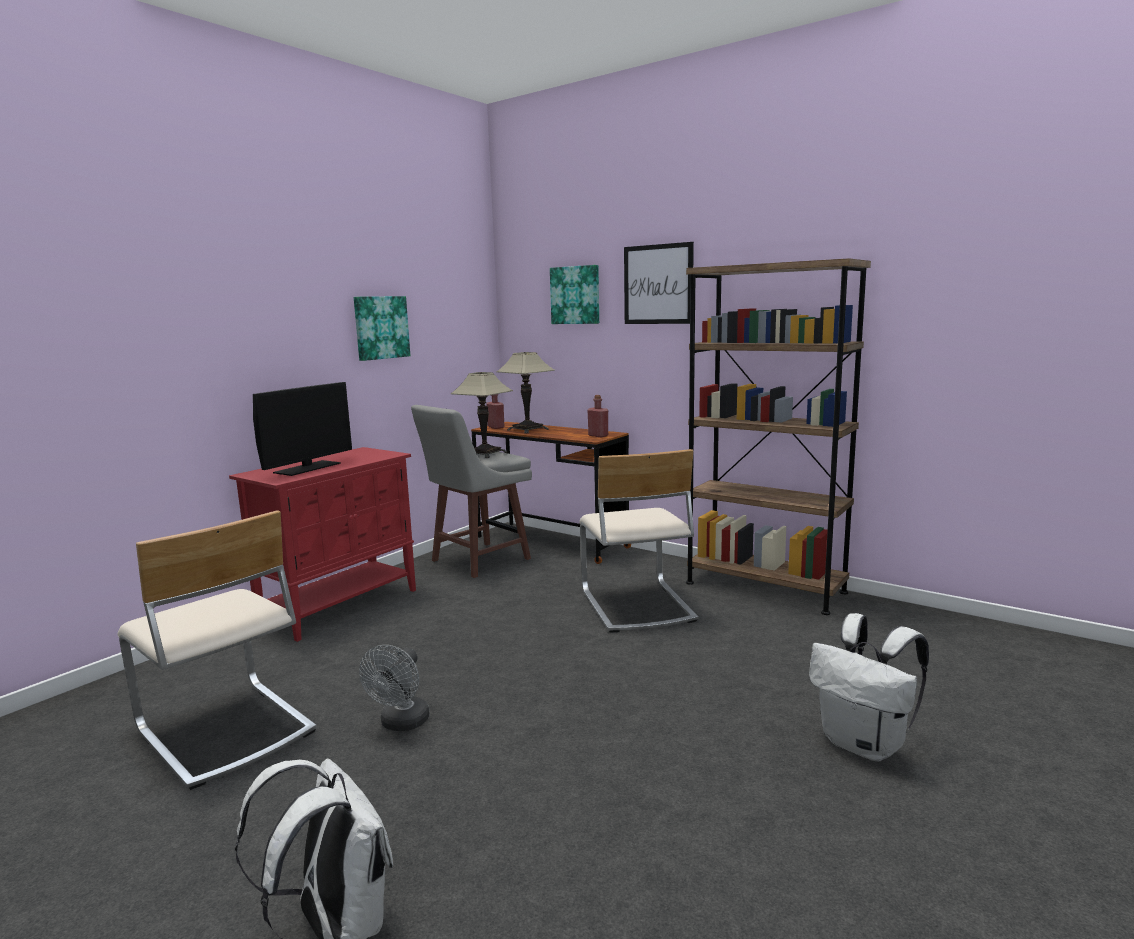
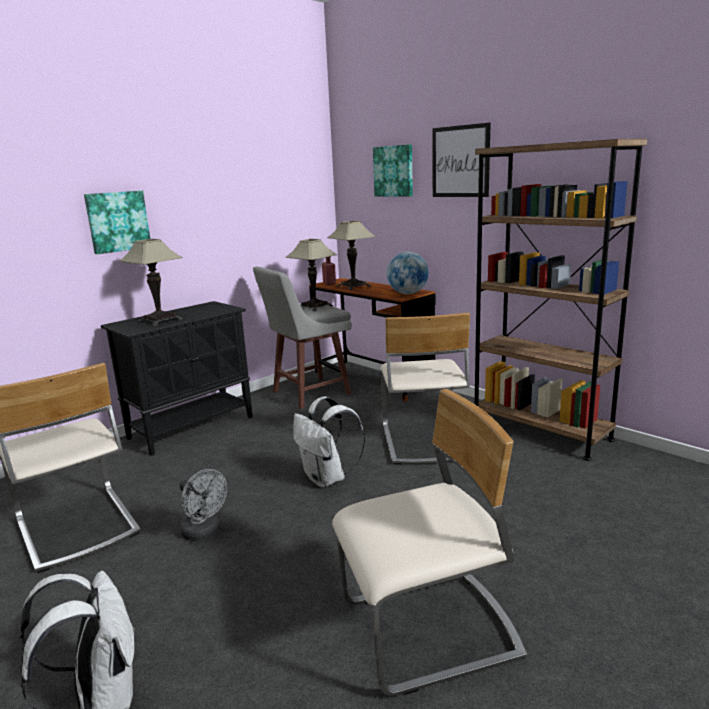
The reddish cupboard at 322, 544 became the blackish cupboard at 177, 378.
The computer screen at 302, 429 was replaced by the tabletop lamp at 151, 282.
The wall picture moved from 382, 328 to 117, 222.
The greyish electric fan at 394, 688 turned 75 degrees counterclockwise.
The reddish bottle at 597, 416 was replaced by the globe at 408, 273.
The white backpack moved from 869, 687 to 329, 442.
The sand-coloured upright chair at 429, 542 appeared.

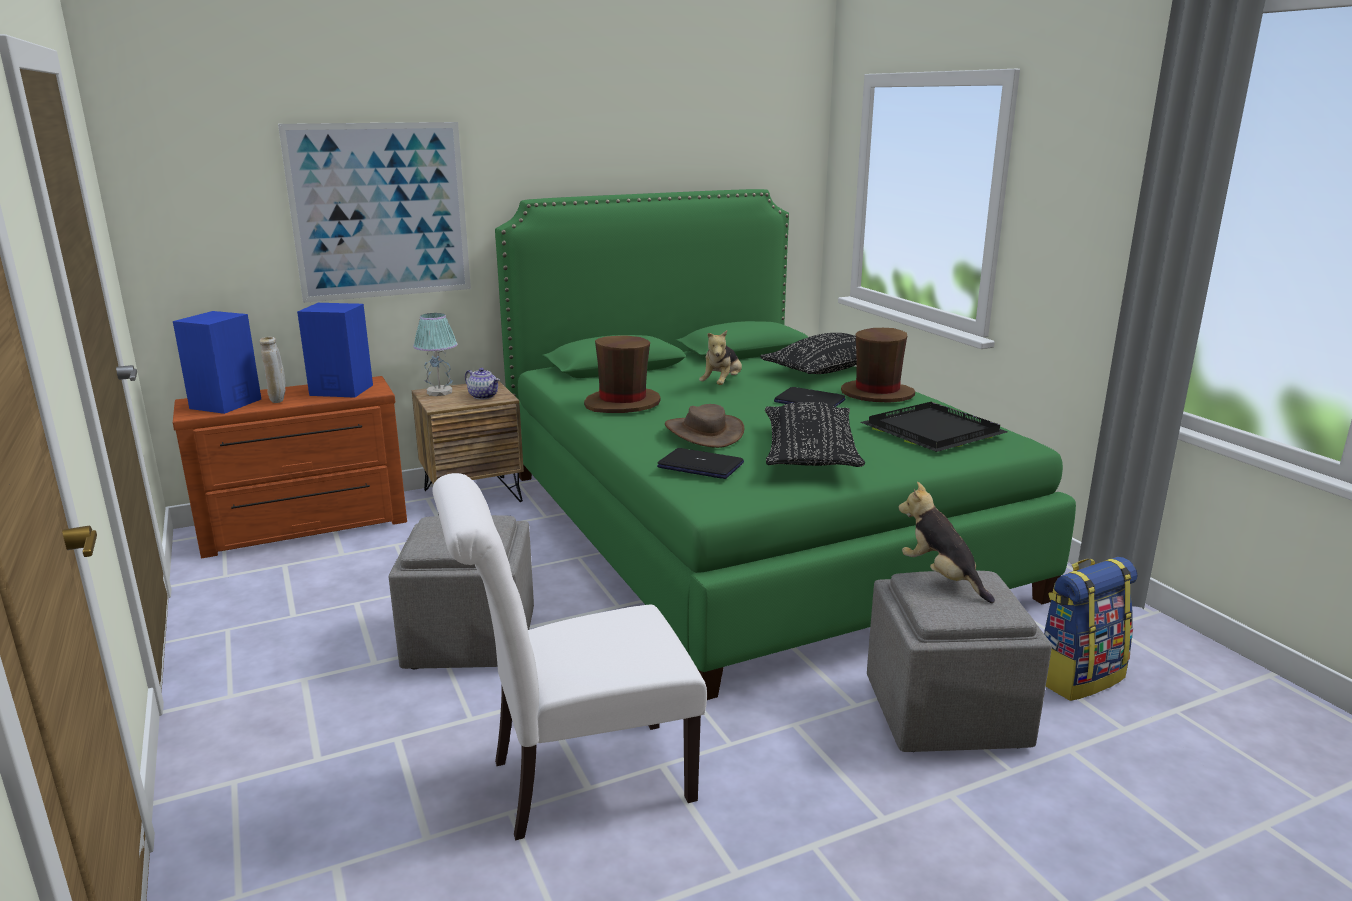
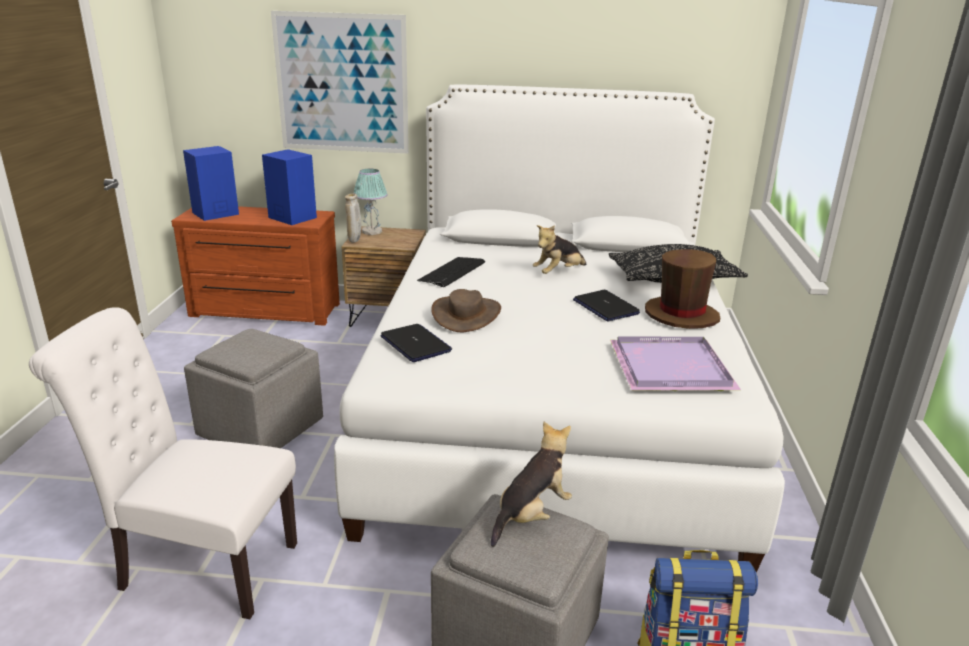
The sand-coloured decorative vase moved from 272, 370 to 353, 218.
The pot for tea at 482, 383 disappeared.
The green-coloured bedroom bed at 785, 444 became the white bedroom bed at 559, 329.
The brown-coloured wearable hat at 622, 374 was replaced by the PC keyboard at 451, 272.
The blackish throw pillow at 815, 434 disappeared.
The blackish serving tray at 934, 427 became the purplish serving tray at 675, 364.
The plush toy at 947, 542 turned 45 degrees clockwise.

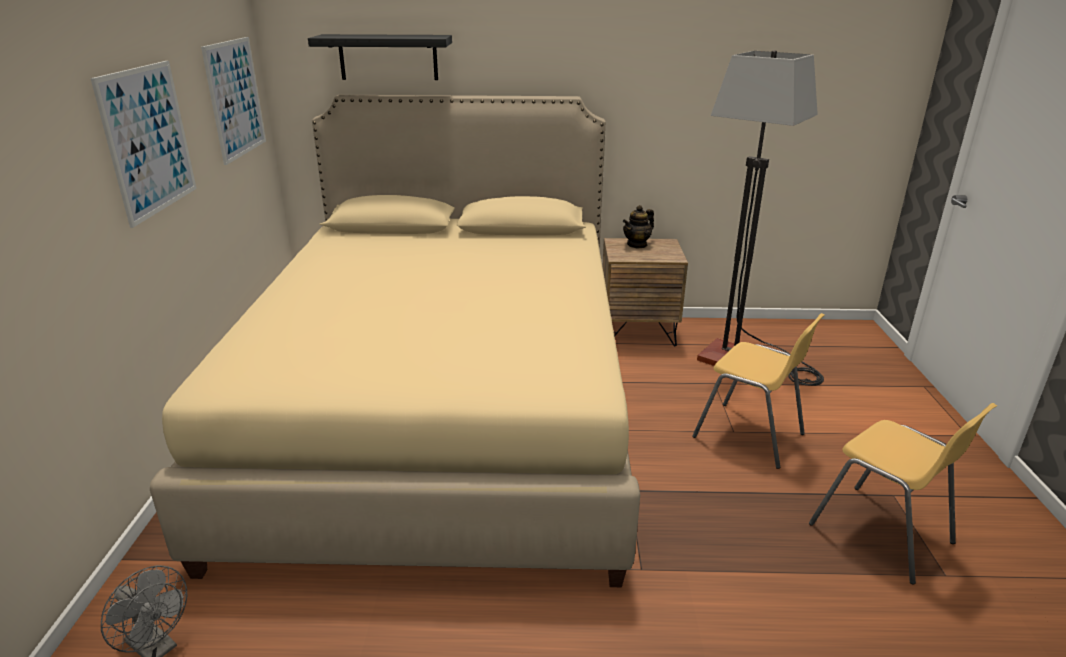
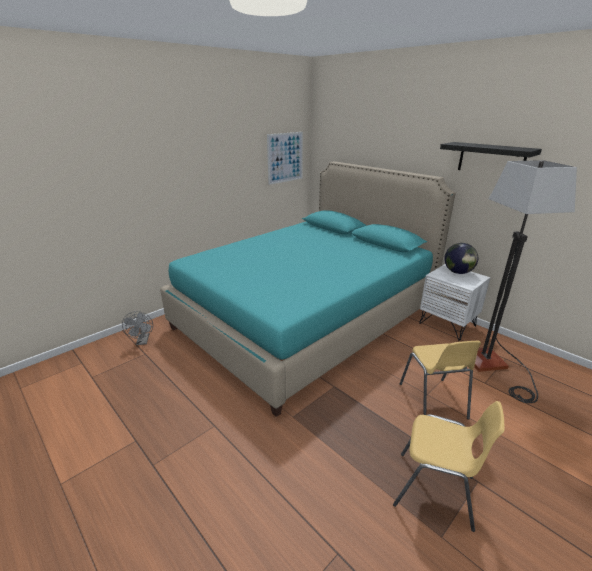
The wall picture at 143, 144 disappeared.
The sand-coloured bedroom bed at 395, 341 became the turquoise-coloured bedroom bed at 308, 289.
The blackish wall shelf moved from 380, 57 to 491, 156.
The brown-coloured night table at 645, 292 became the white night table at 454, 302.
The pot for tea at 638, 227 was replaced by the globe at 461, 258.
The yellow-coloured upright chair at 903, 494 turned 75 degrees counterclockwise.

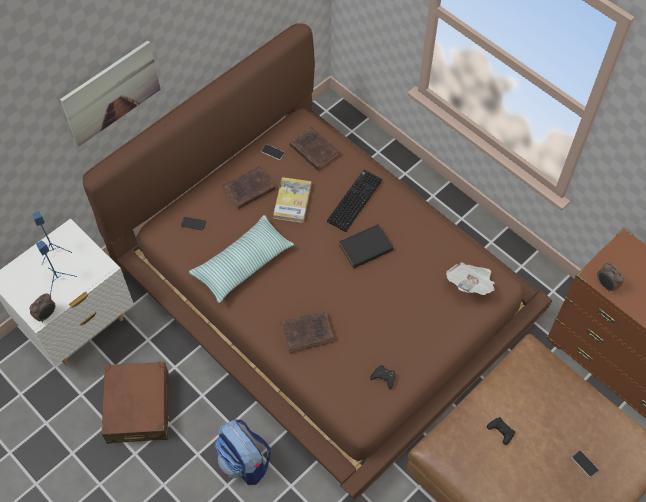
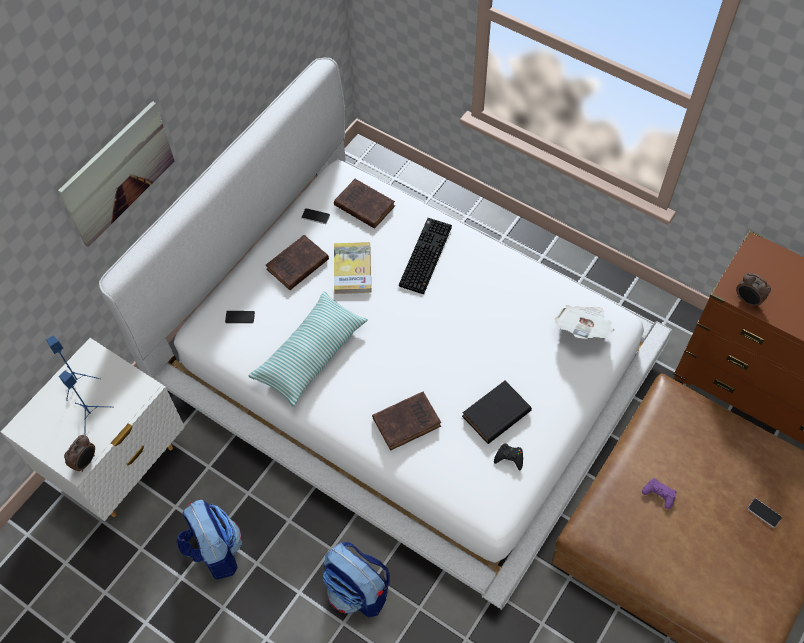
The brown-coloured bedroom bed at 317, 261 became the white bedroom bed at 386, 334.
The brown-coloured travel case at 135, 403 was replaced by the backpack at 209, 540.
The blackish volume moved from 366, 246 to 497, 412.
The blackish gamepad at 501, 431 became the purplish gamepad at 659, 493.

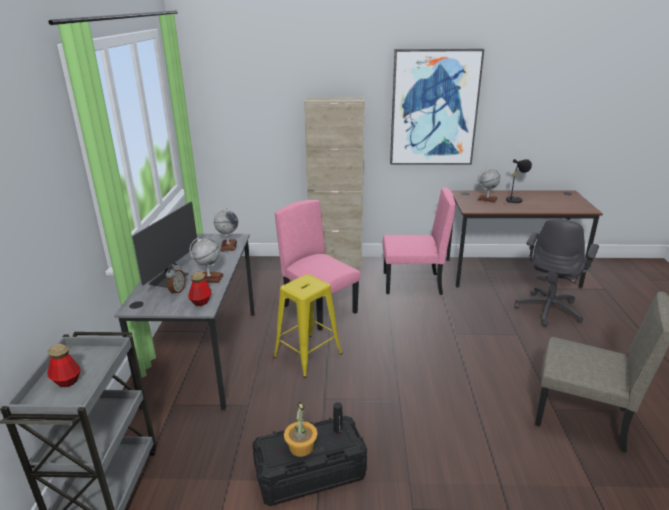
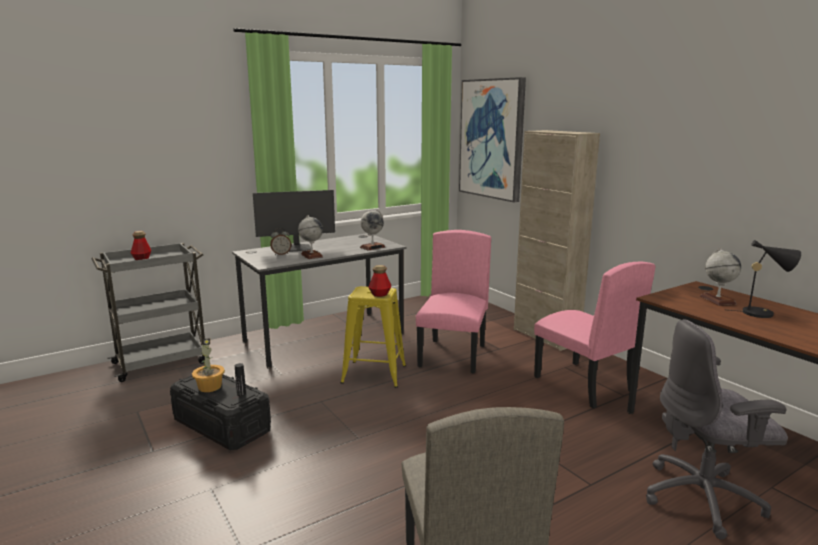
The bottle moved from 200, 289 to 380, 281.
The wall picture moved from 437, 107 to 492, 139.

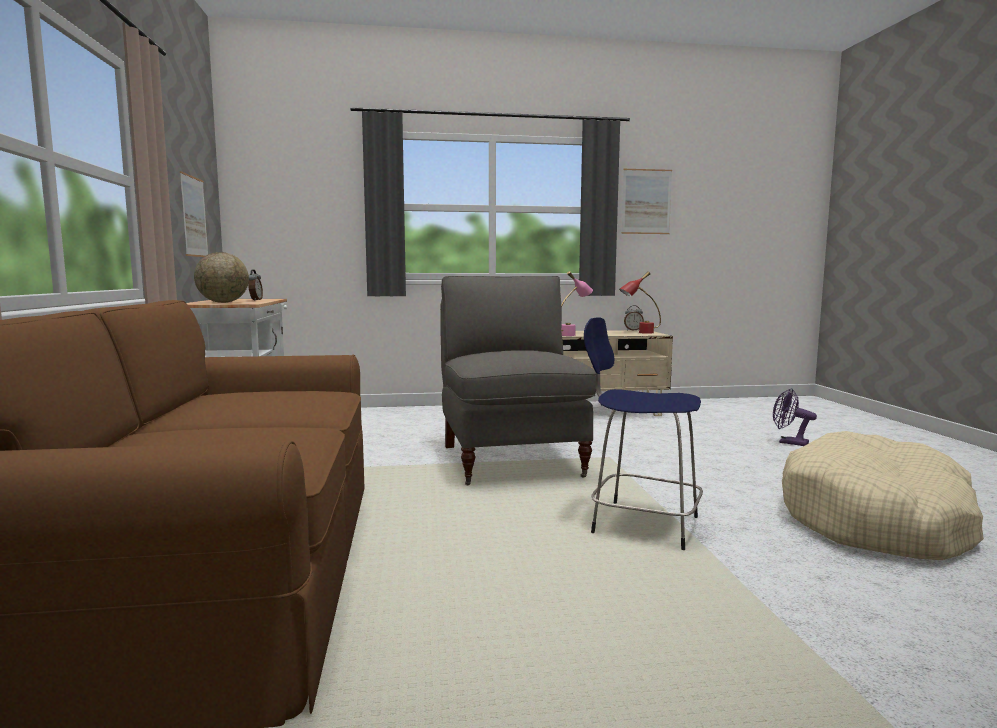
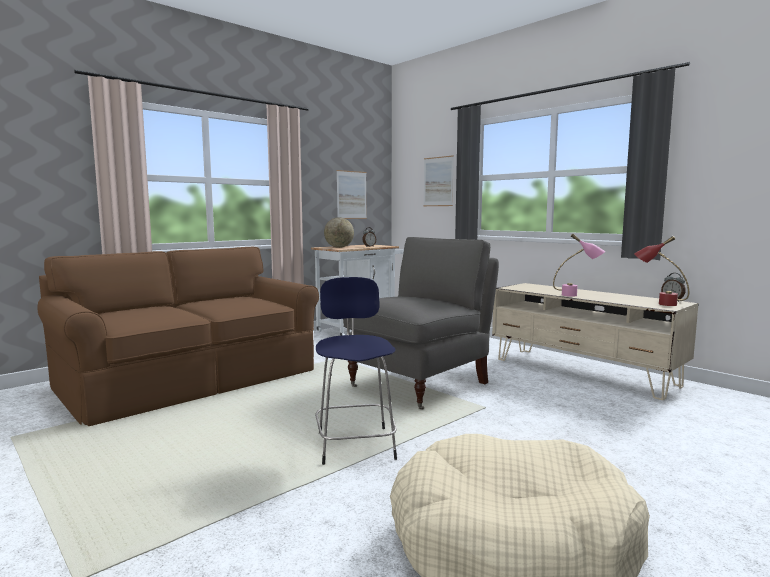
The wall picture moved from 646, 201 to 438, 180.
The purplish electric fan at 795, 417 disappeared.

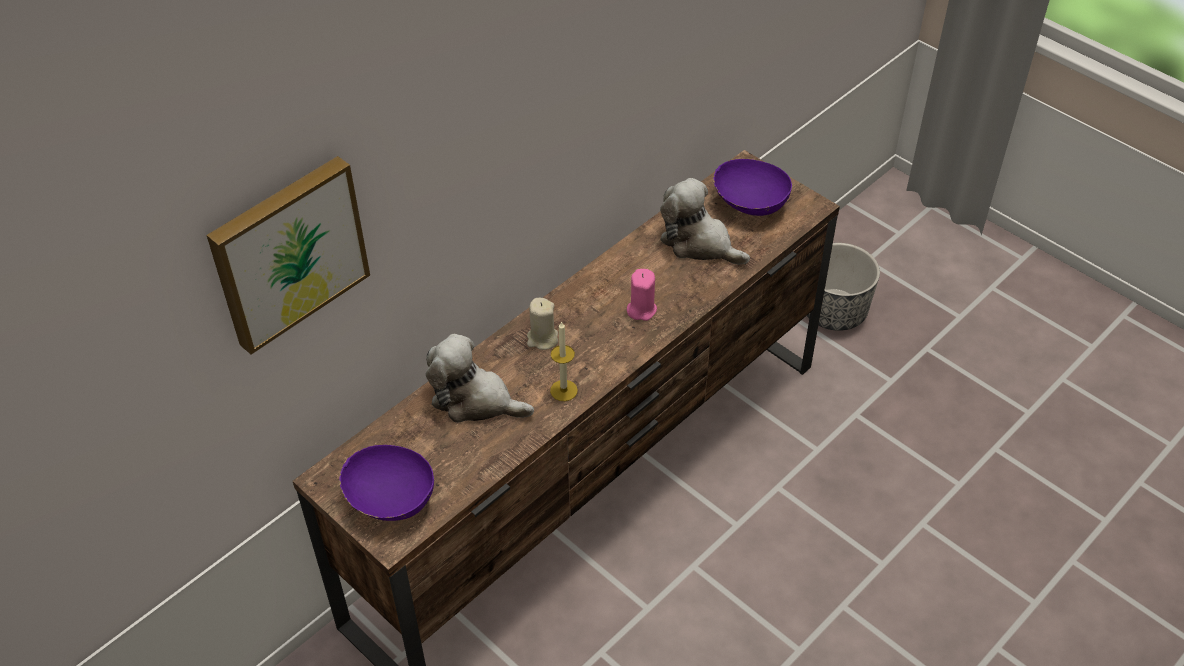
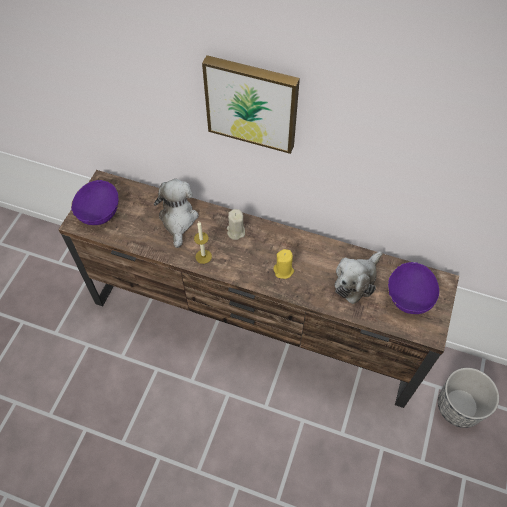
The wall picture moved from 288, 255 to 251, 104.
The pink-coloured wax candle at 642, 295 became the yellow-coloured wax candle at 284, 264.
The plush toy at 705, 221 turned 150 degrees counterclockwise.

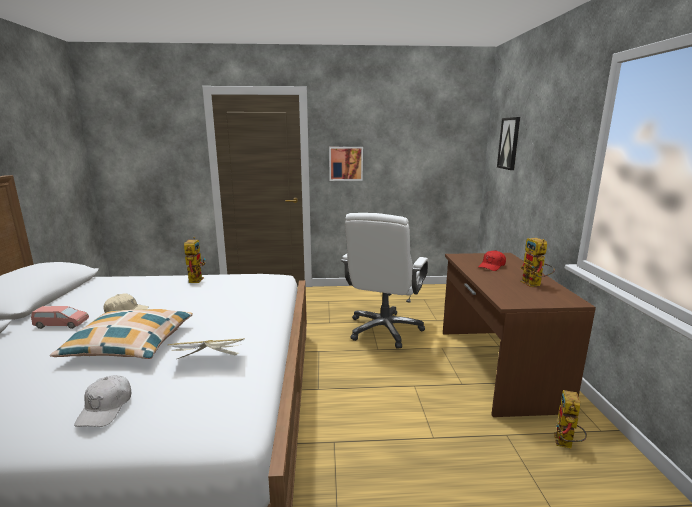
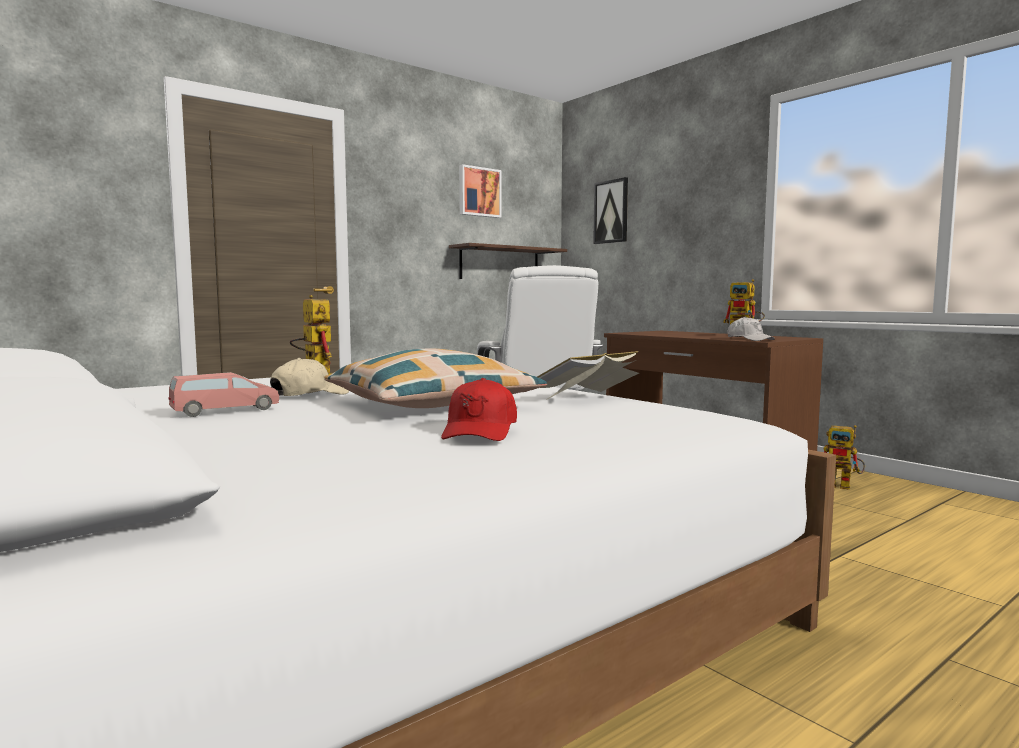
The white baseball cap moved from 102, 401 to 751, 328.
The wall picture moved from 346, 164 to 480, 191.
The reddish baseball cap moved from 492, 260 to 479, 409.
The model robot at 570, 419 turned 45 degrees counterclockwise.
The wall shelf at 508, 261 appeared.

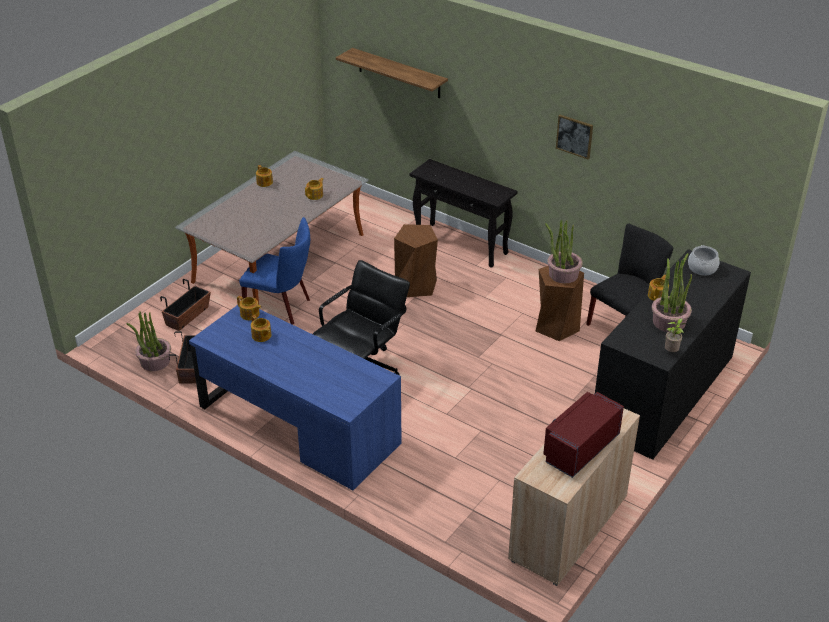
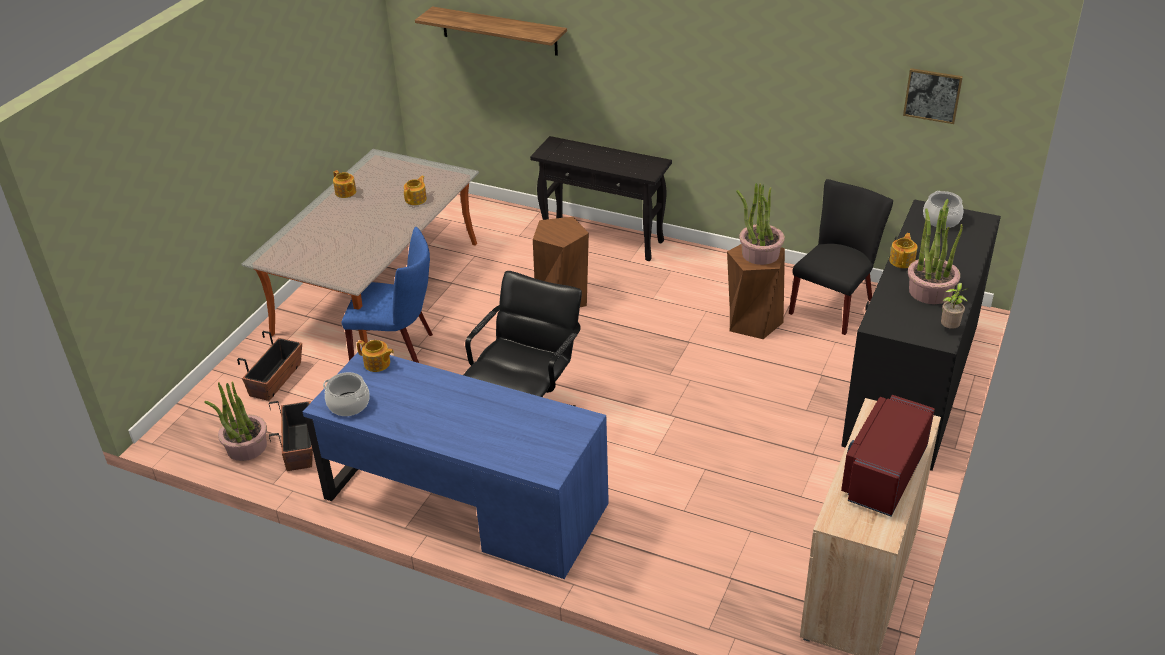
The pot for tea at 261, 328 disappeared.
The wall picture moved from 574, 137 to 933, 96.
The stockpot at 346, 394 appeared.

